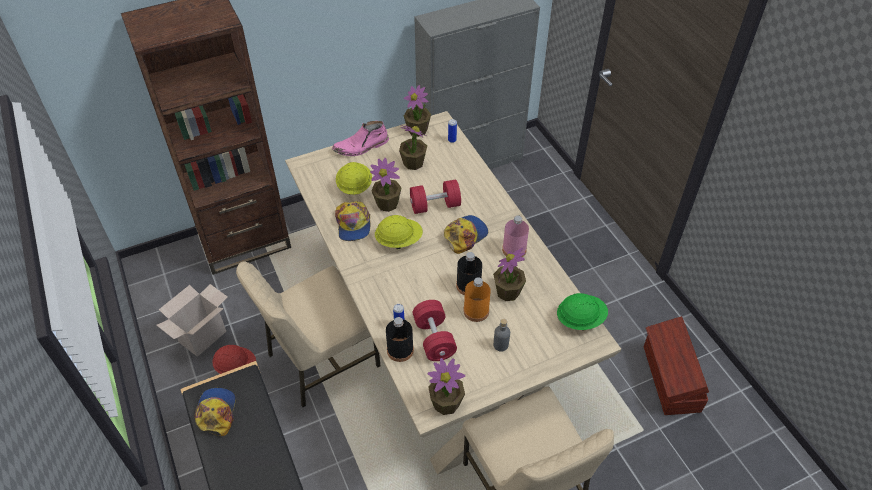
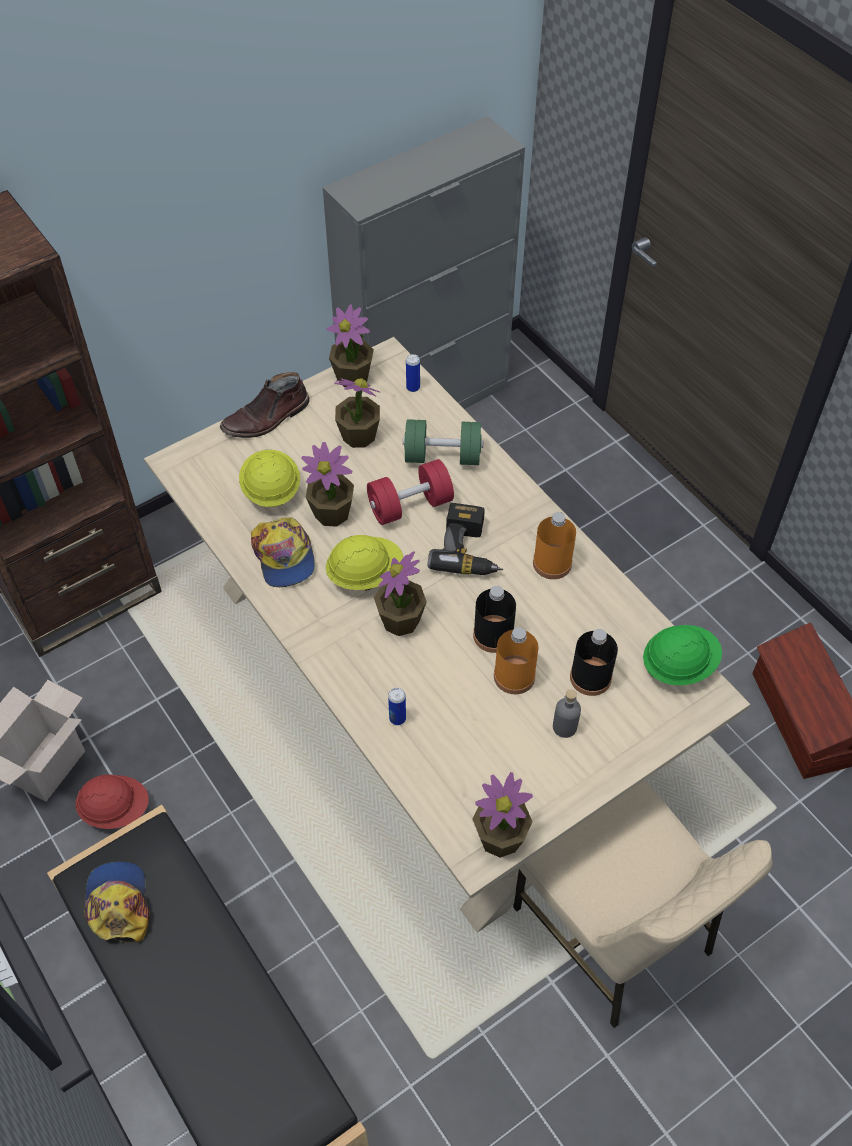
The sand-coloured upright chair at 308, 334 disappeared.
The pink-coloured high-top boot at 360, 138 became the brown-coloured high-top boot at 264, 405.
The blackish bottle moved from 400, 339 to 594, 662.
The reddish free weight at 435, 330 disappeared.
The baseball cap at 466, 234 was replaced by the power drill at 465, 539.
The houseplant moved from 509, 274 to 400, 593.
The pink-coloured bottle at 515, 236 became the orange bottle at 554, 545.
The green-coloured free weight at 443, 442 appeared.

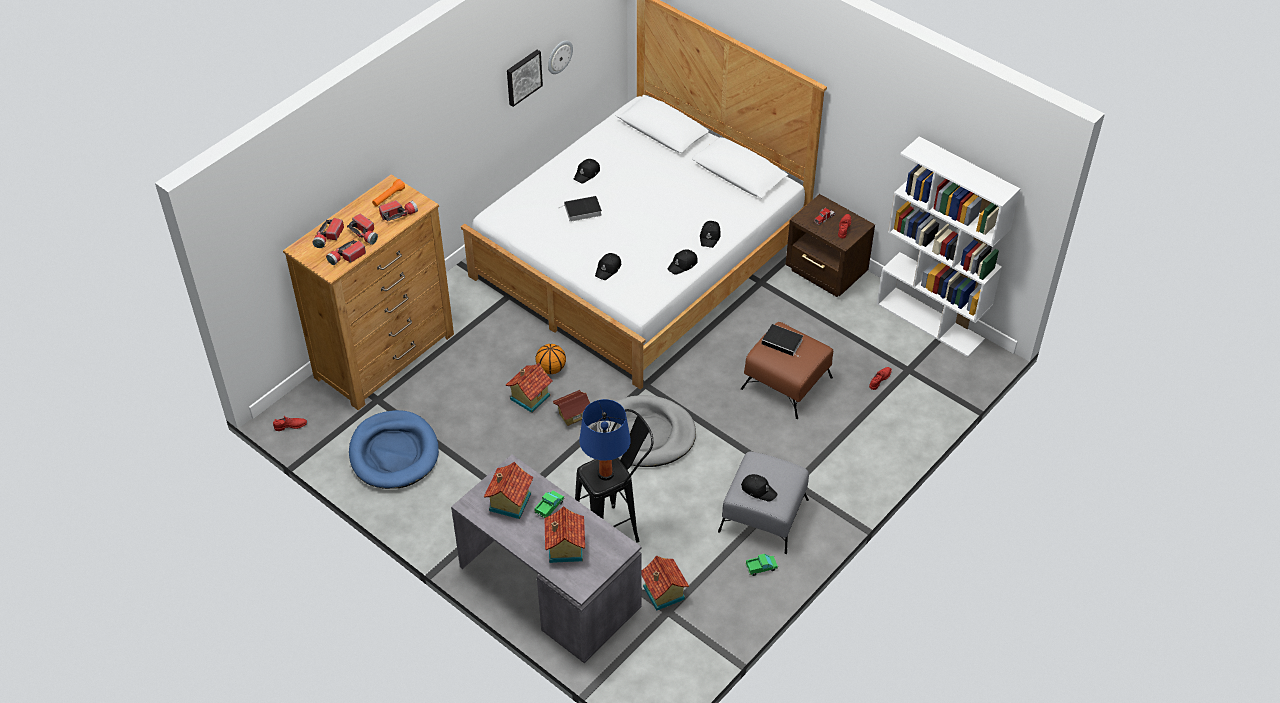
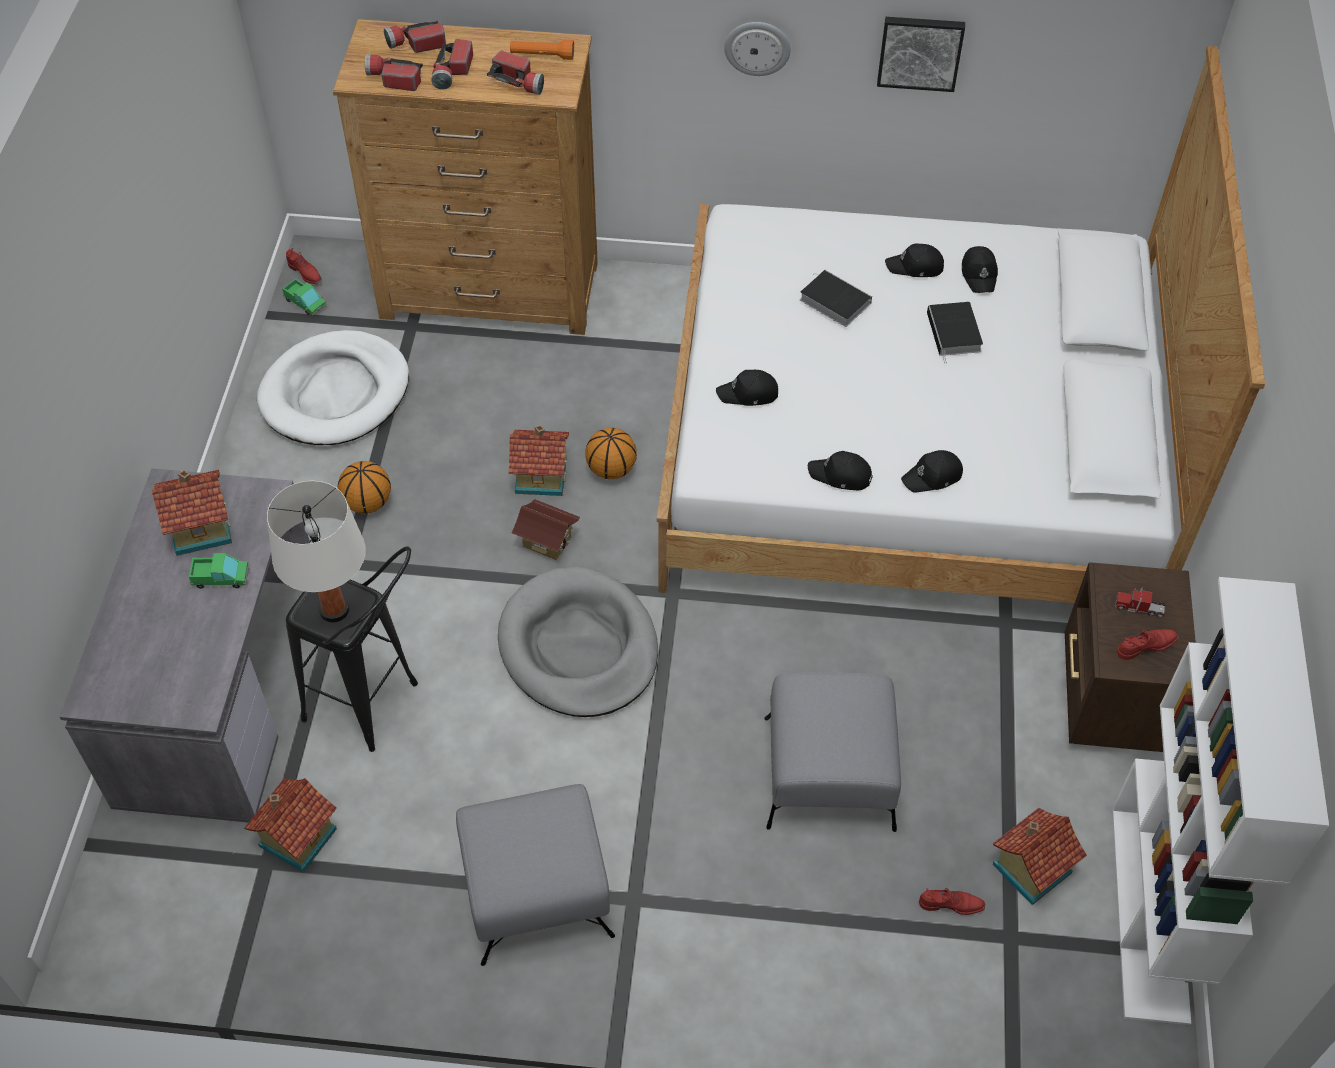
The blue-coloured dog cushion at 394, 449 became the white dog cushion at 333, 387.
The model house moved from 565, 534 to 1039, 856.
The wall clock moved from 560, 57 to 757, 49.
The blue-coloured tabletop lamp at 605, 440 became the white tabletop lamp at 316, 551.
The brown-coloured ottoman at 787, 370 became the greyish ottoman at 832, 752.
The blackish baseball cap moved from 759, 487 to 980, 269.
The model truck moved from 761, 565 to 304, 297.
The volume moved from 782, 340 to 955, 333.
The ball for basketball at 364, 487 appeared.

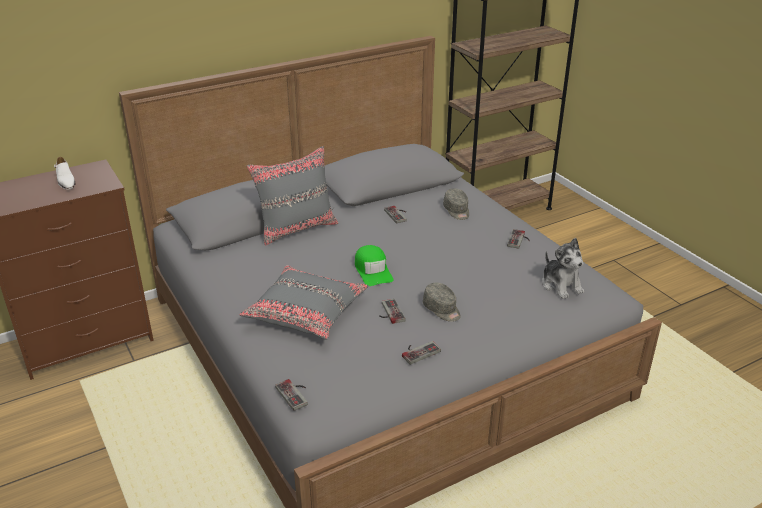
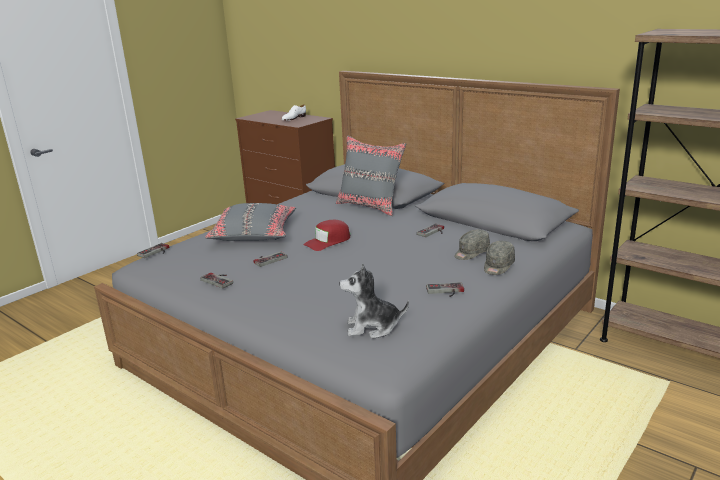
The green-coloured baseball cap at 374, 265 became the reddish baseball cap at 327, 235.
The greyish baseball cap moved from 442, 302 to 499, 258.
The plush toy at 563, 268 turned 45 degrees clockwise.

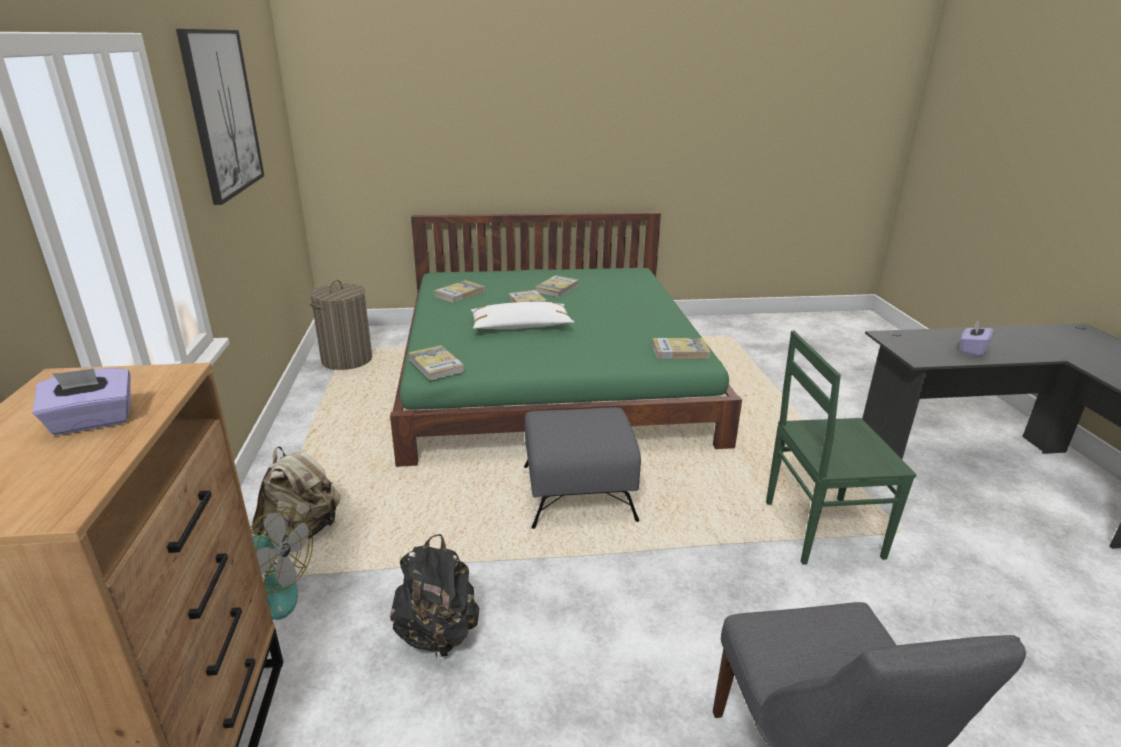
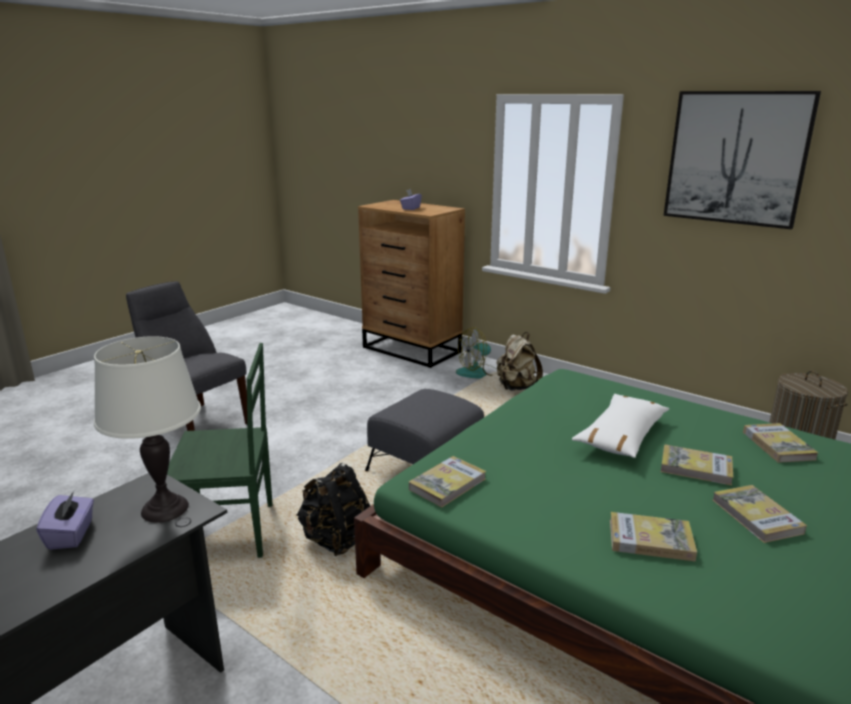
The blackish backpack moved from 434, 596 to 333, 509.
The volume moved from 437, 363 to 653, 536.
The green-coloured upright chair at 841, 447 turned 45 degrees clockwise.
The white tabletop lamp at 147, 429 appeared.

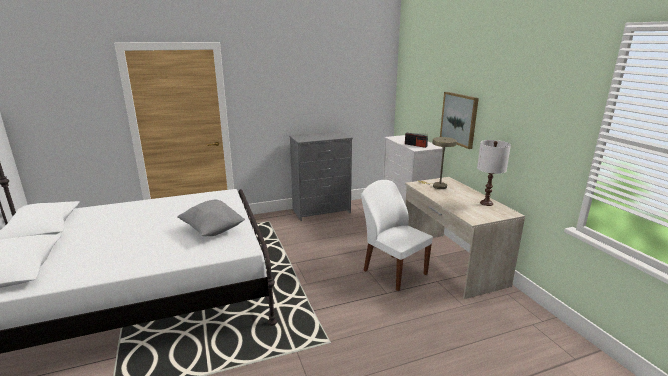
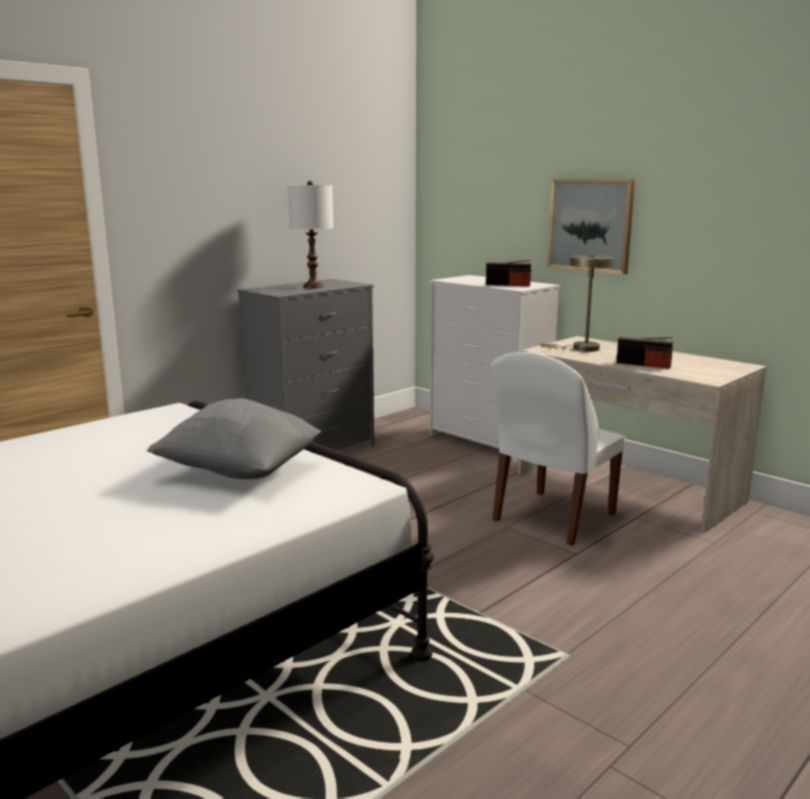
The white upright chair at 397, 235 turned 75 degrees counterclockwise.
The white tabletop lamp moved from 494, 173 to 310, 234.
The radio set at 644, 353 appeared.

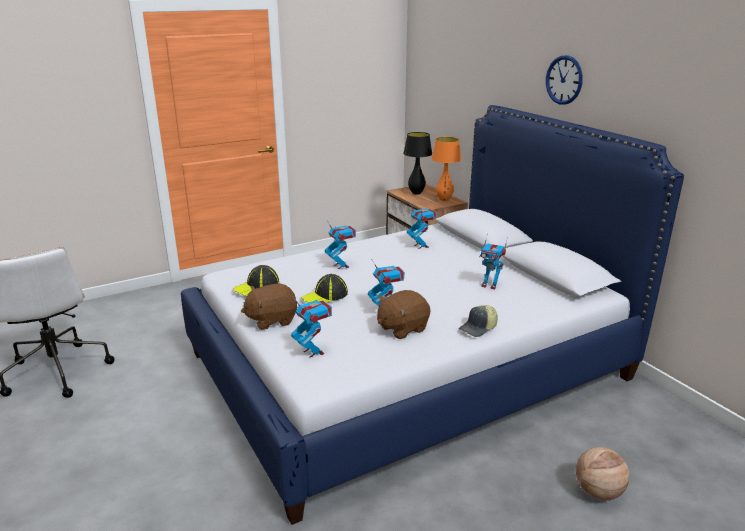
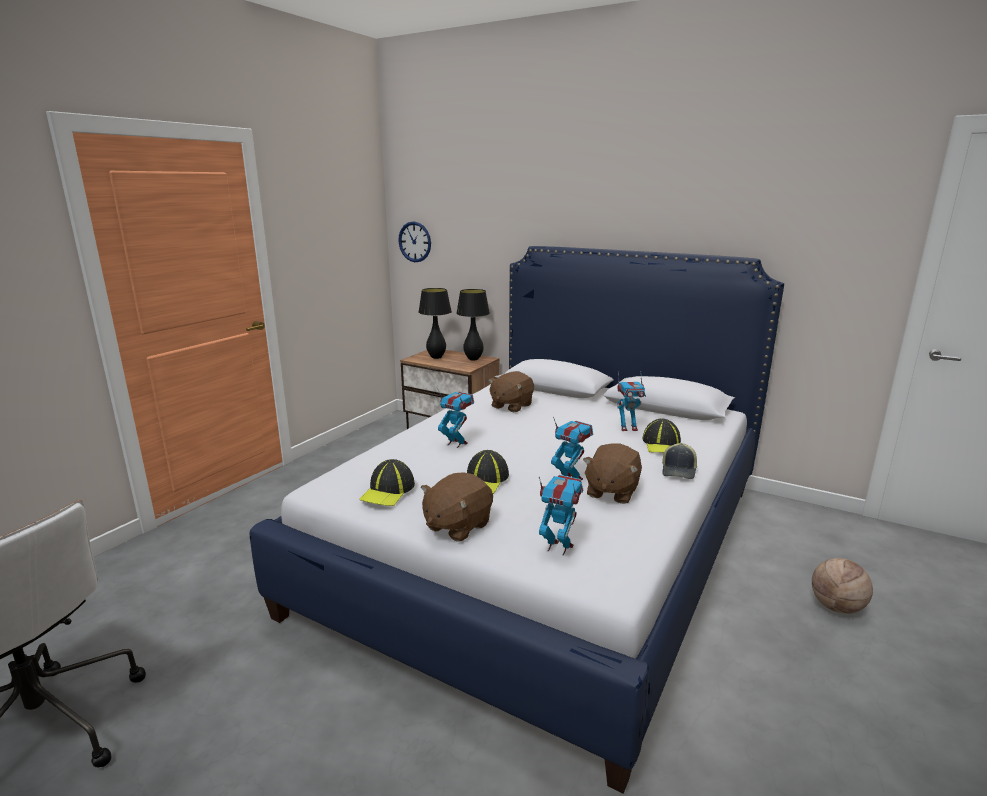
The model robot at 422, 226 was replaced by the brown-coloured plush toy at 511, 391.
The orange tabletop lamp at 446, 169 became the blackish tabletop lamp at 473, 325.
The wall clock moved from 564, 80 to 414, 242.
The baseball cap at 662, 436 appeared.

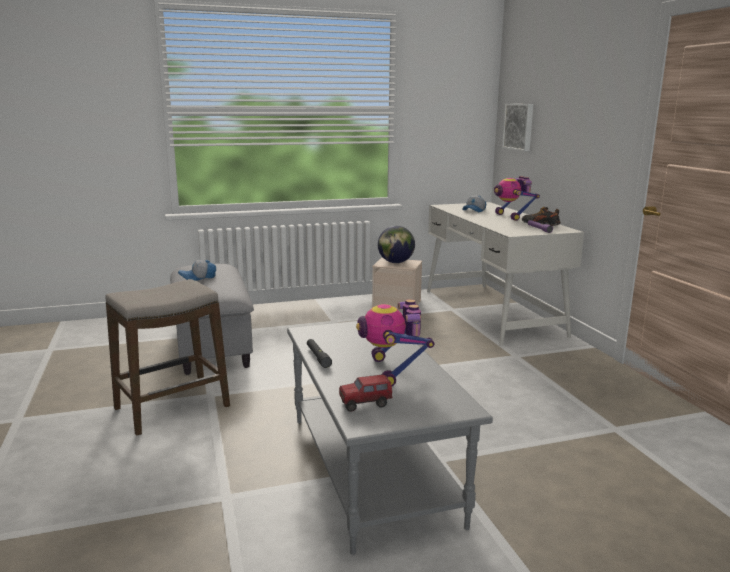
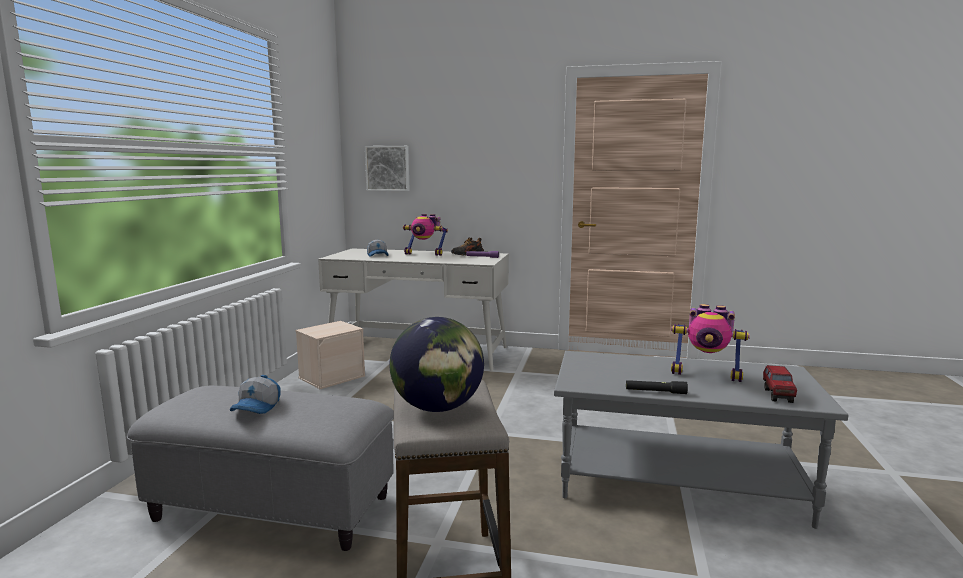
The globe moved from 396, 244 to 436, 364.

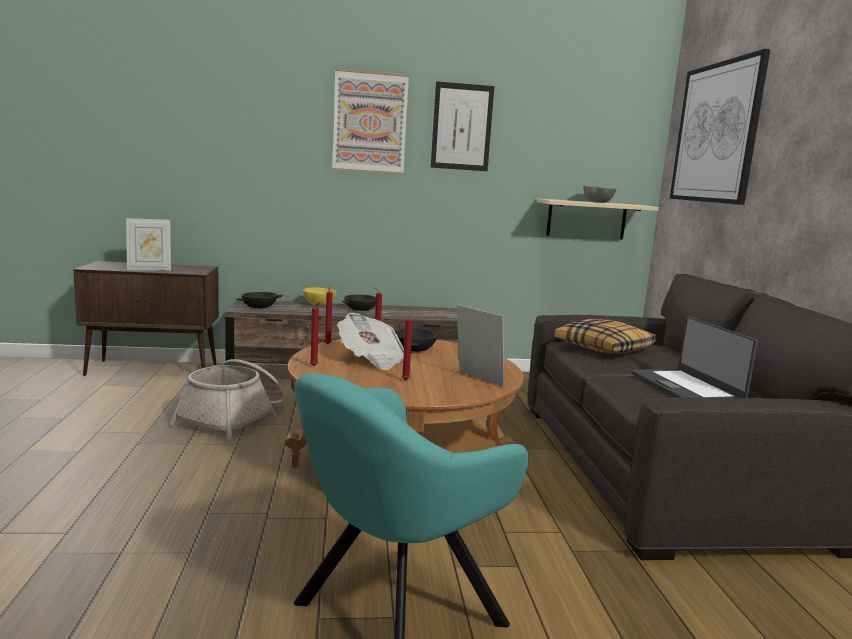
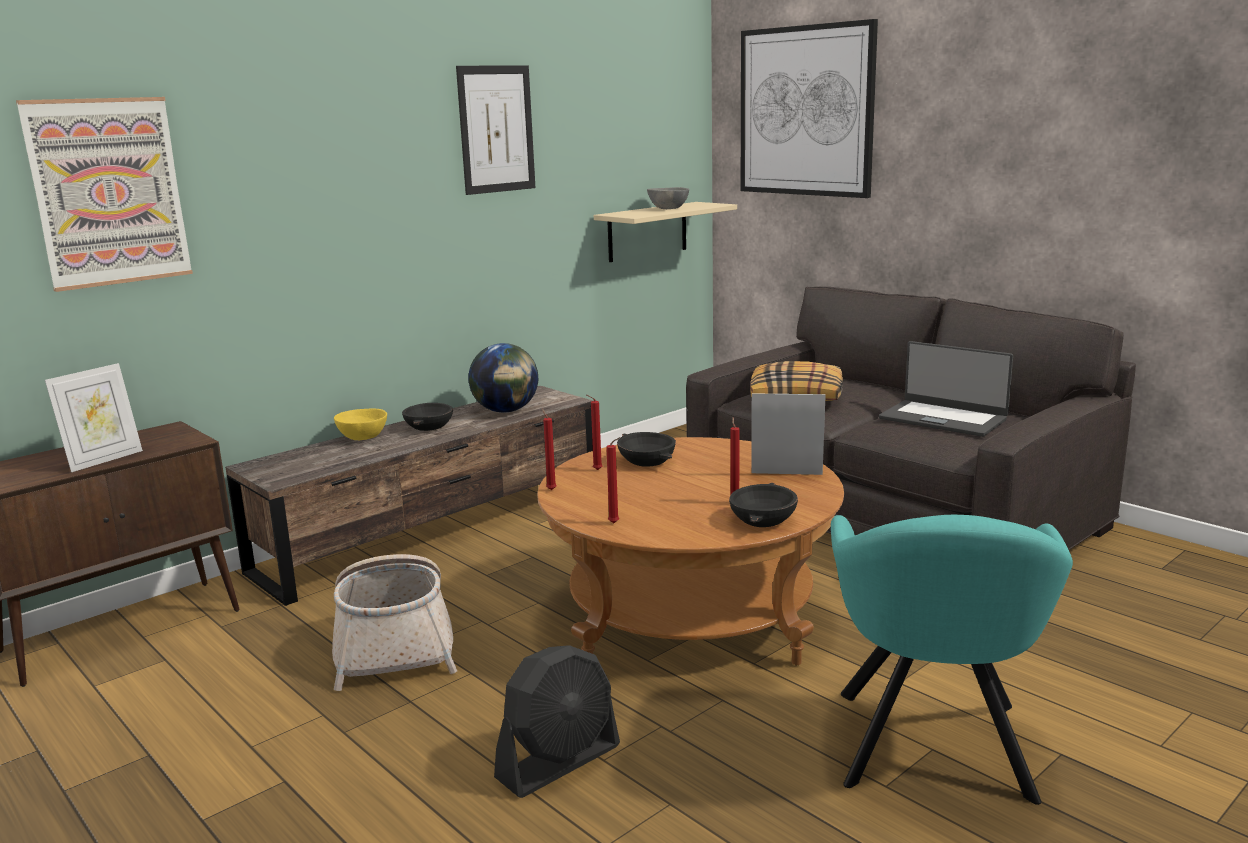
The blackish bowl moved from 259, 300 to 763, 505.
The wall picture moved from 370, 121 to 104, 194.
The daily paper at 370, 341 disappeared.
The globe at 503, 378 appeared.
The blackish electric fan at 557, 721 appeared.

